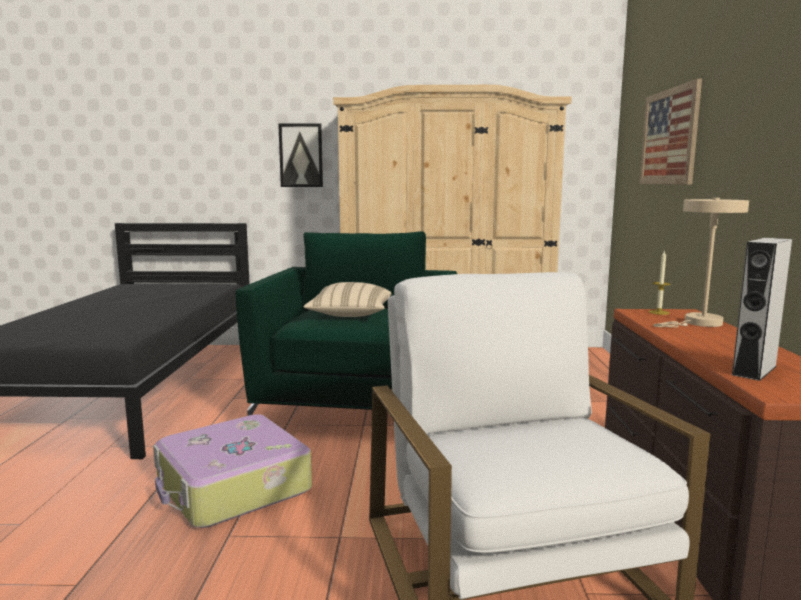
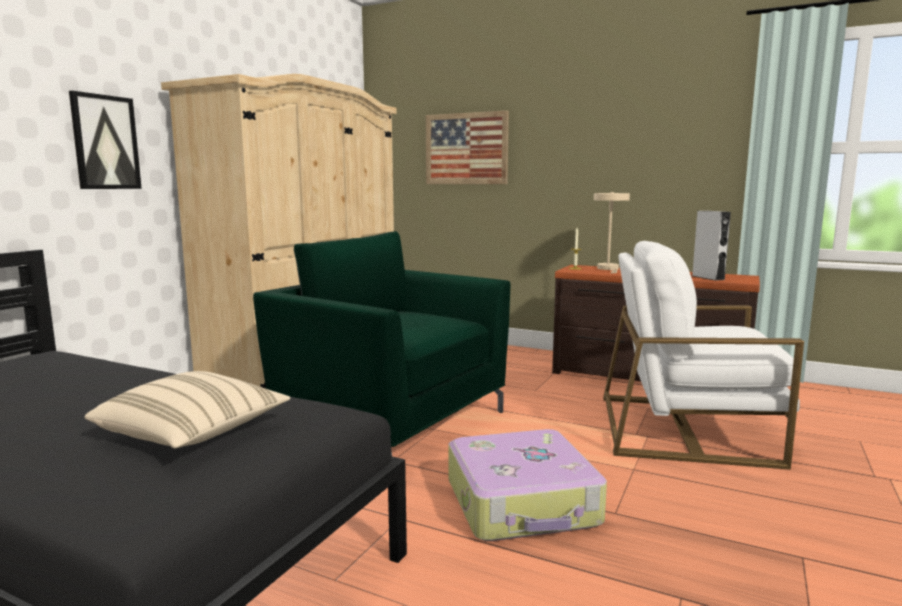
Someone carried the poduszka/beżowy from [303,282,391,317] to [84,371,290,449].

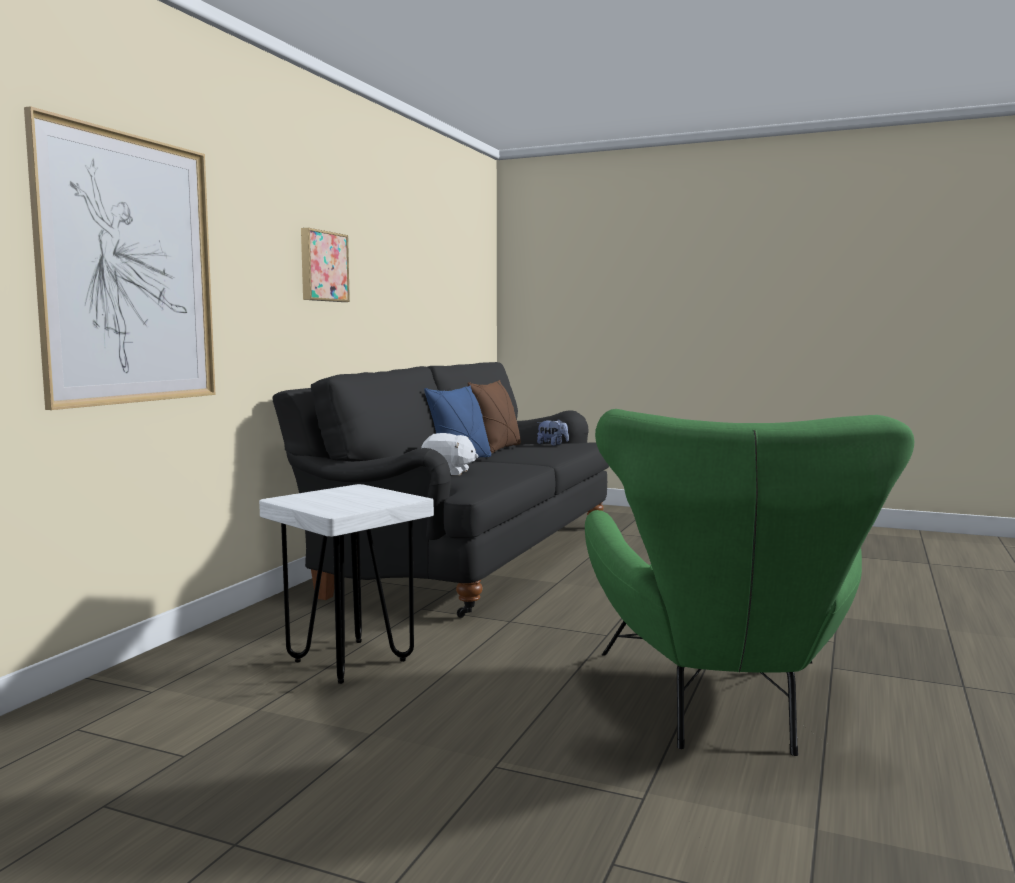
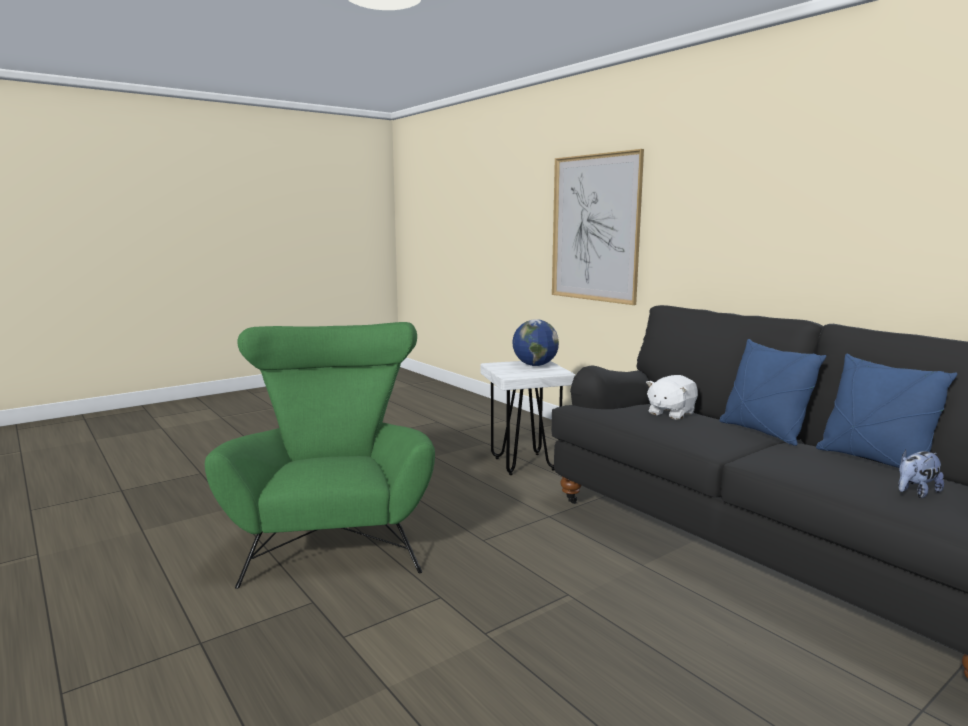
Someone took away the obraz at [301,228,350,302]. Someone repainted the poduszka/brązowy at [468,380,521,454], which became the poduszka/niebieski at [816,354,957,468]. Someone rotated the fotel/zielony at [585,409,914,756] by 45 degrees clockwise. Someone put down the globus at [512,319,559,366].

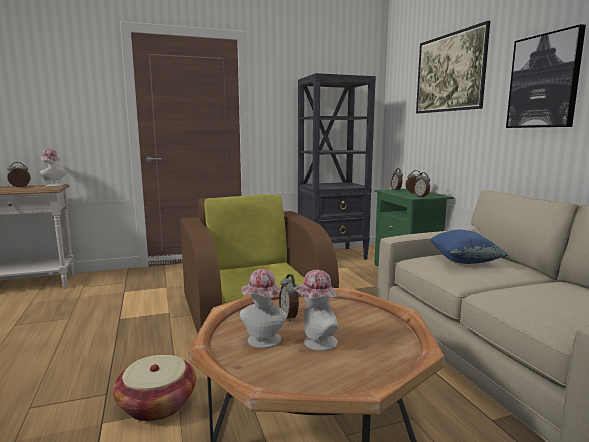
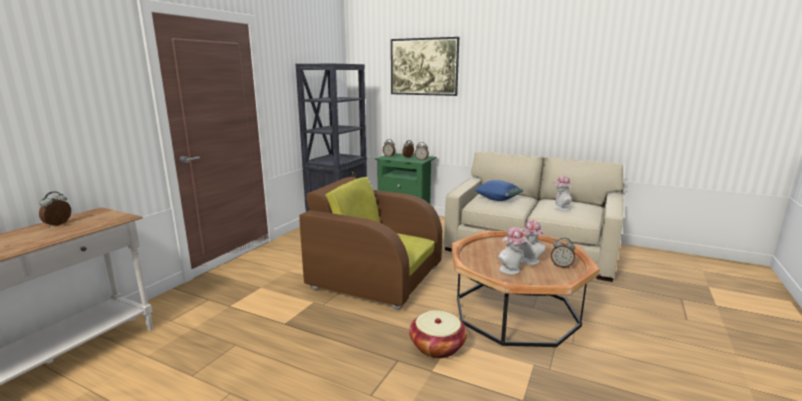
Someone carried the kapelusz from [39,148,66,187] to [553,175,572,211]. Someone carried the budzik from [279,274,299,322] to [551,238,575,268]. Someone took away the obraz at [506,24,586,128].

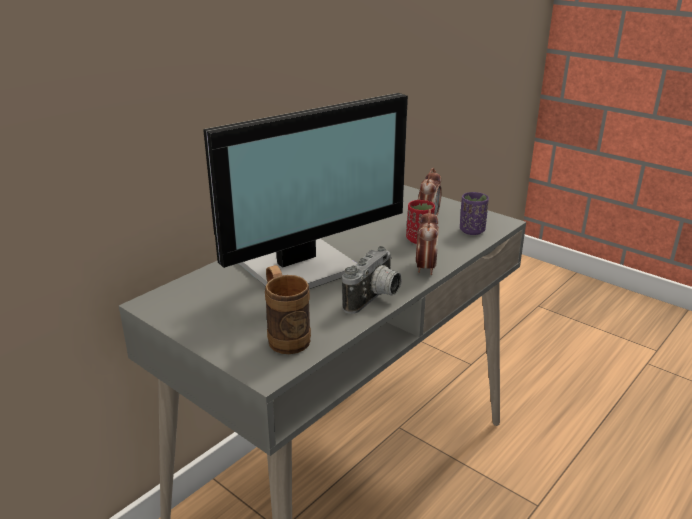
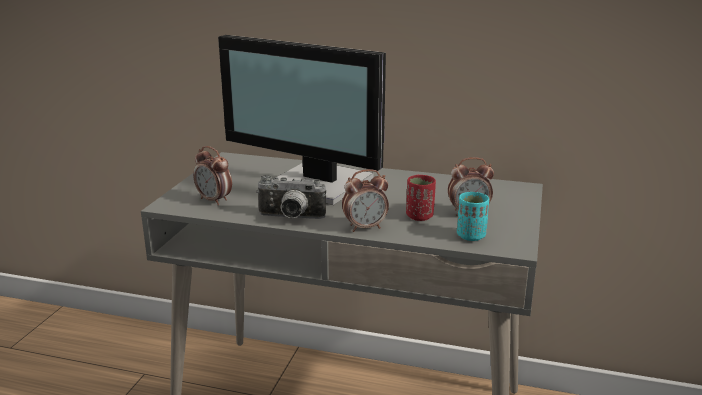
Someone swapped the kubek/brązowy at [265,265,311,354] for the budzik at [193,146,232,206]. Someone repainted the filiżanka/fioletowy at [460,192,489,235], which became the filiżanka/turkusowy at [457,192,489,241].

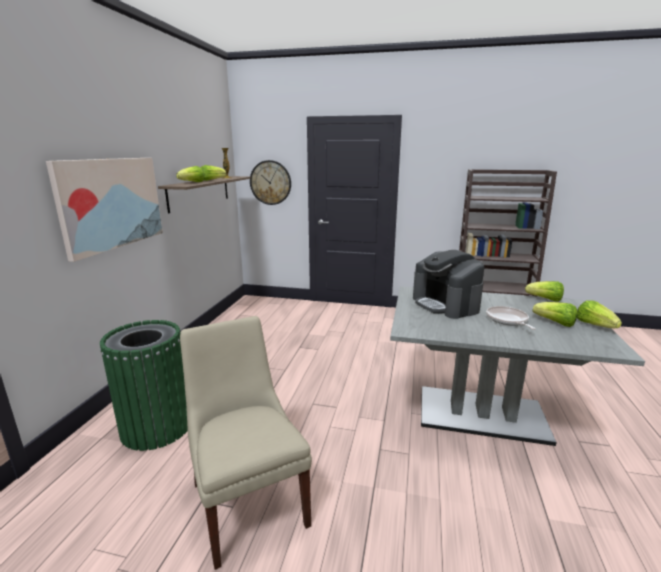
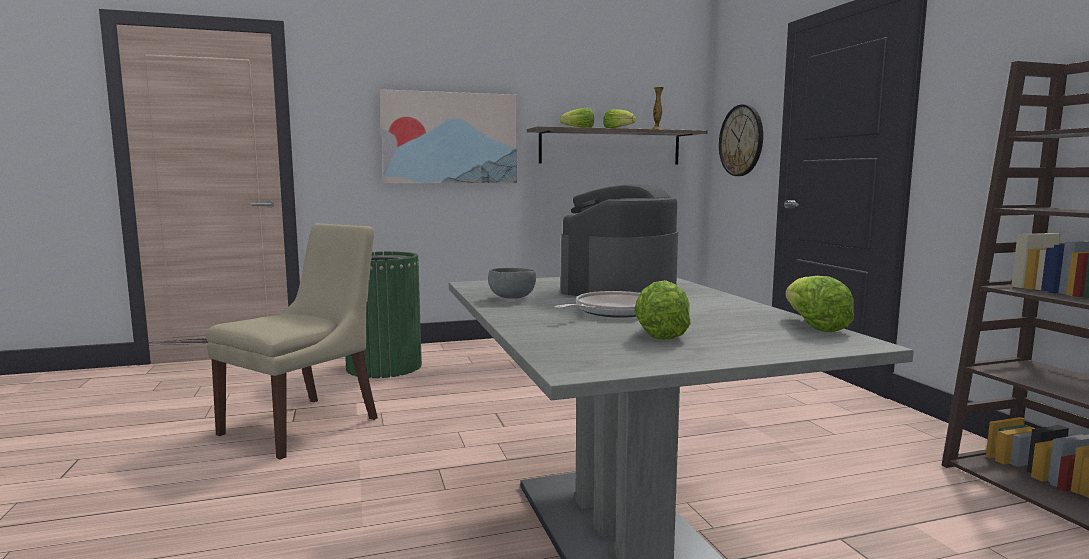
Someone took away the sałata at [577,300,622,328]. Someone put down the miska/szary at [488,268,536,299].

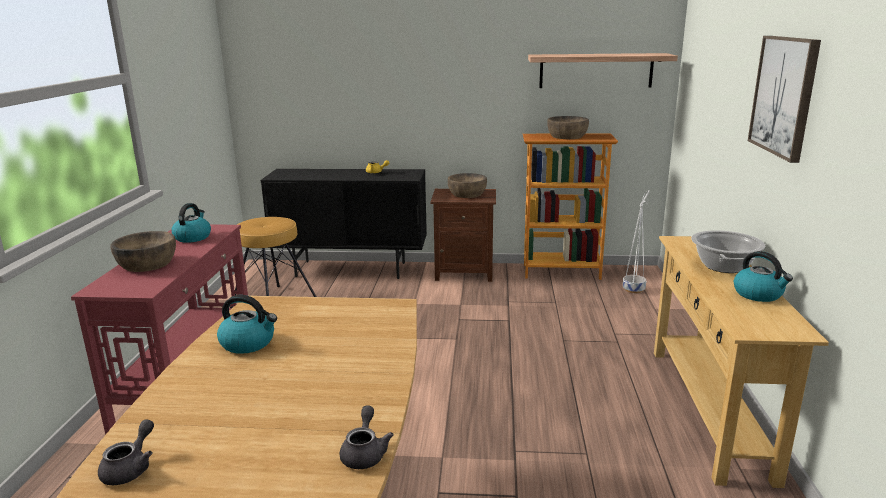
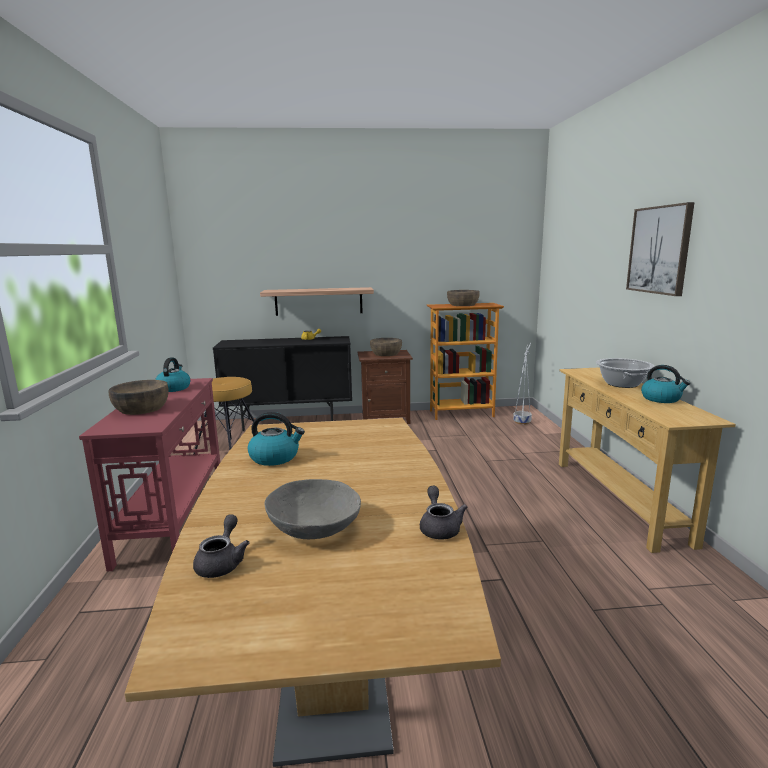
Someone carried the półka from [528,53,678,88] to [260,287,374,316]. Someone put down the miska/szary at [264,479,361,539].

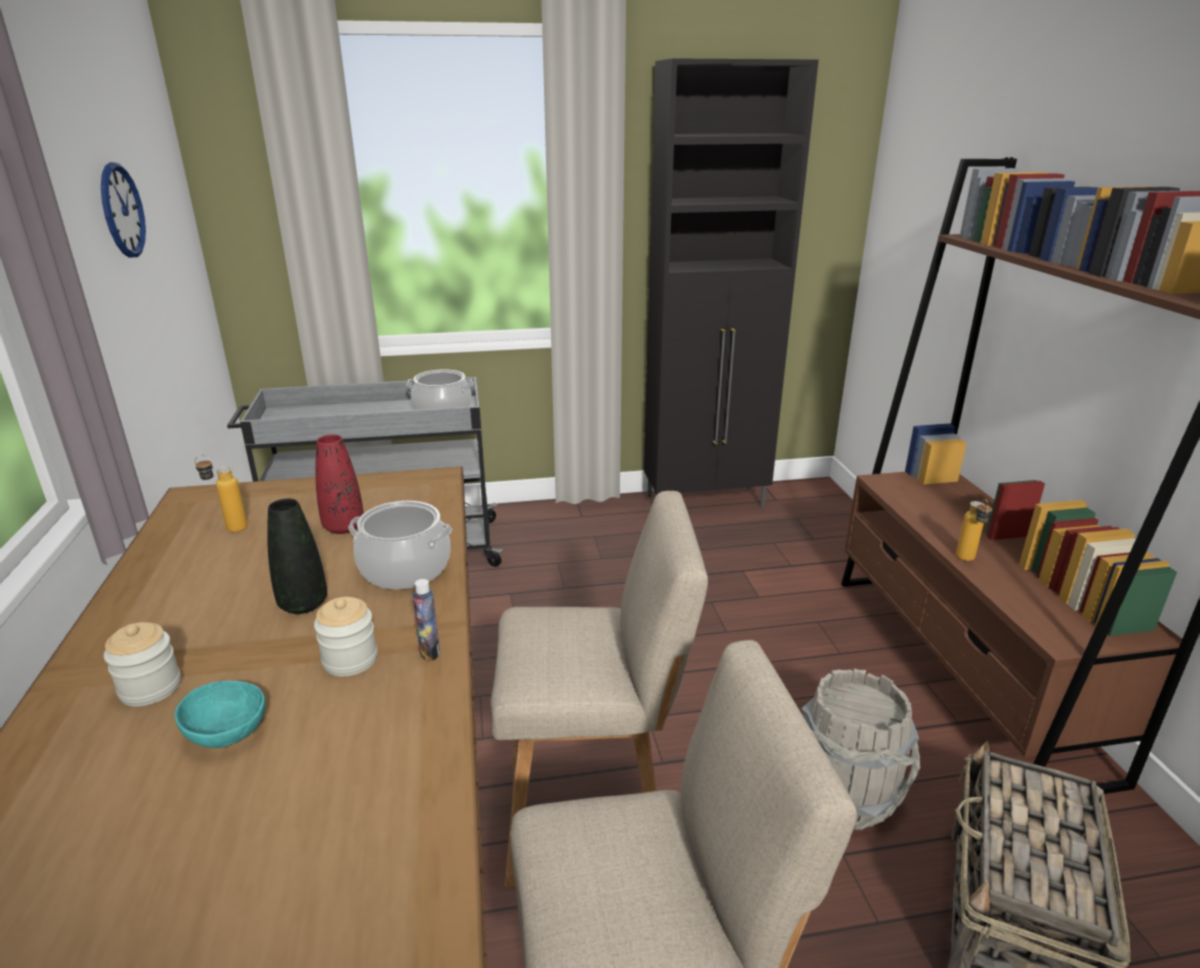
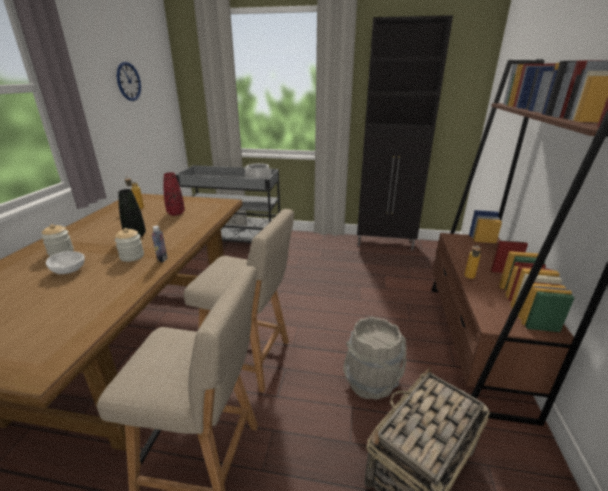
Someone repainted the miska/turkusowy at [175,681,265,748], which became the miska/biały at [46,251,85,274]. Someone took away the garnek at [348,501,452,589].

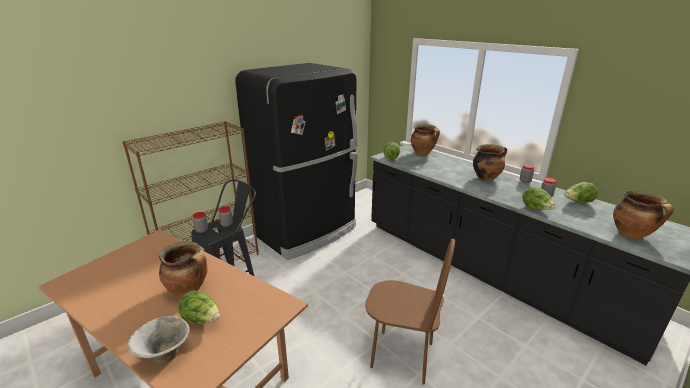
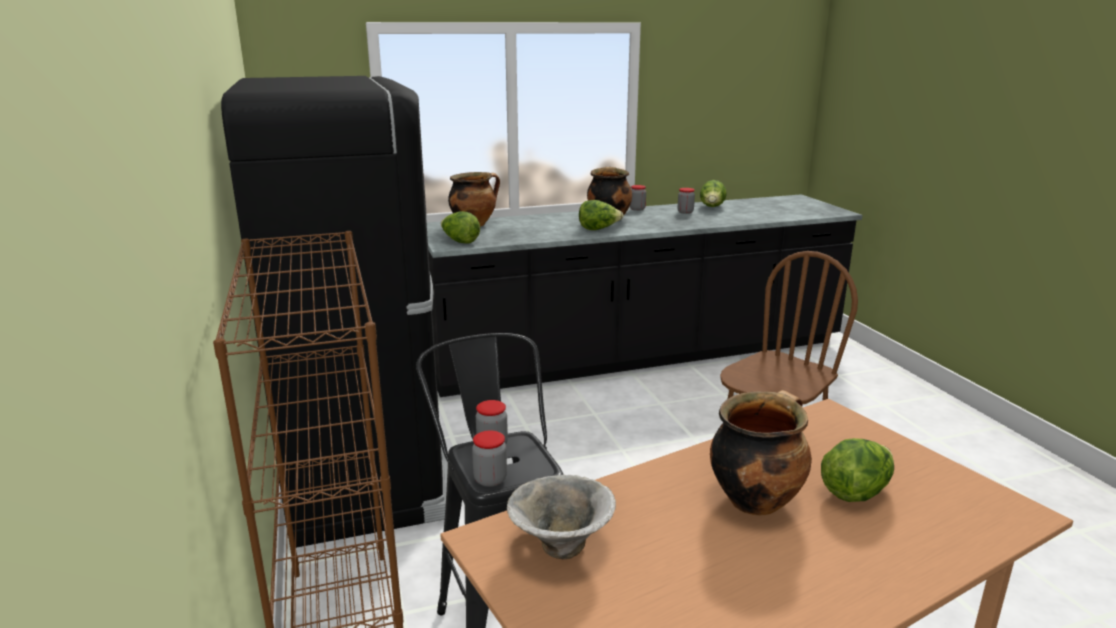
Someone carried the miska from [127,316,190,364] to [507,475,616,559]. Someone carried the sałata from [522,186,555,210] to [579,200,623,230]. Someone took away the garnek at [613,190,674,239].

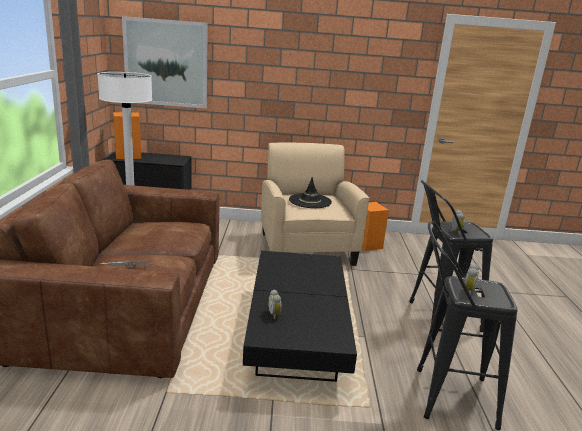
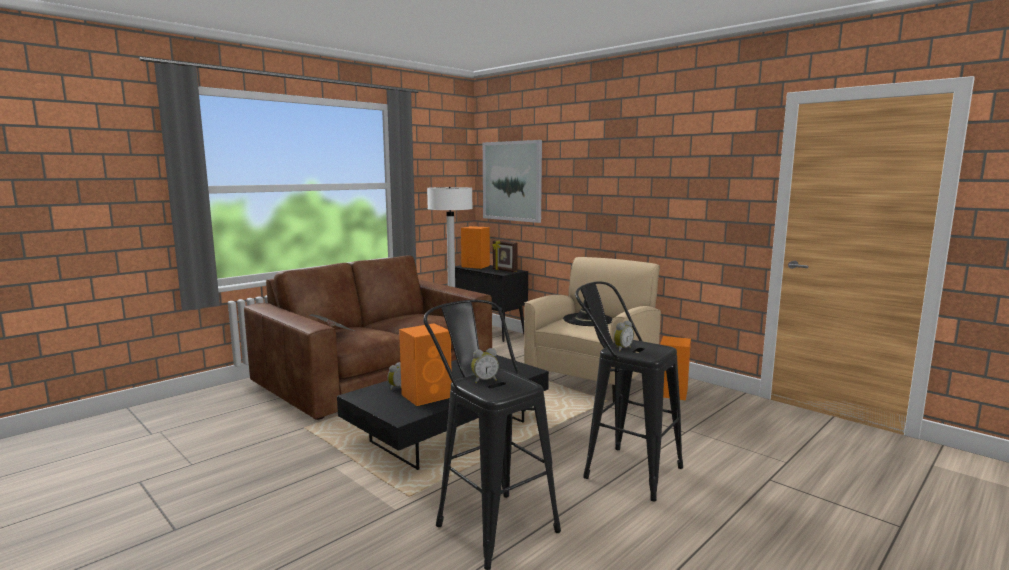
Someone put down the głośnik/pomarańczowy at [399,323,452,406]. Someone put down the ramka na zdjęcie at [492,240,518,272].

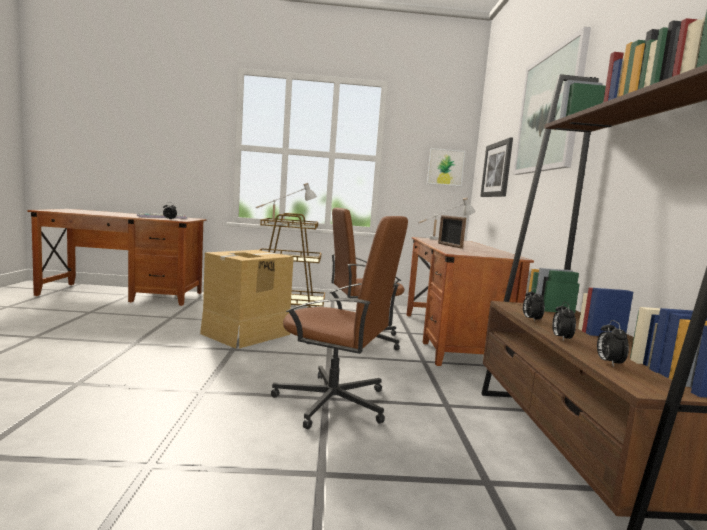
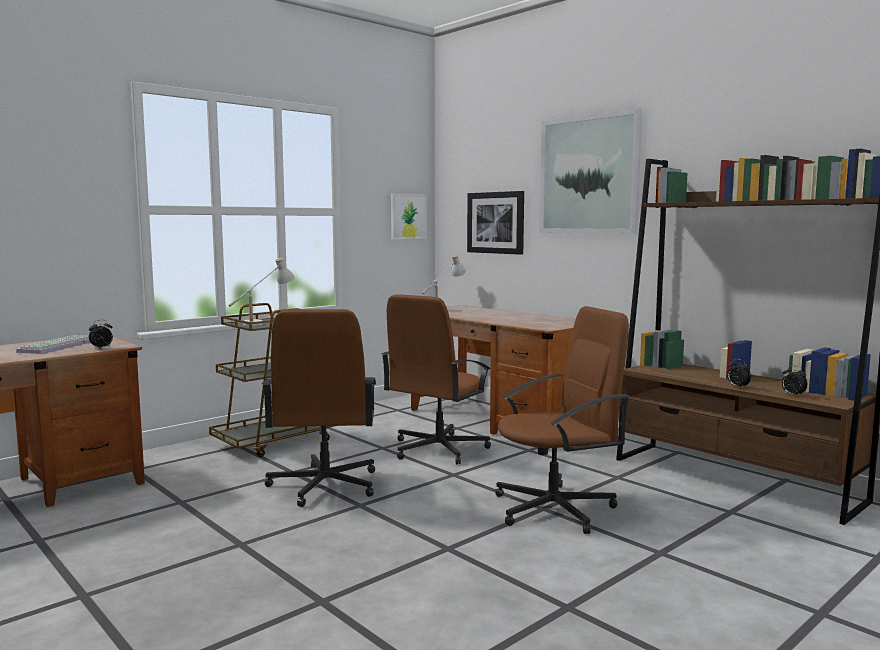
Someone swapped the karton at [200,250,293,349] for the krzesło biurowe/brązowy at [262,309,376,507]. Someone took away the ramka na zdjęcie at [438,215,466,249]. Someone took away the budzik at [523,288,545,322].

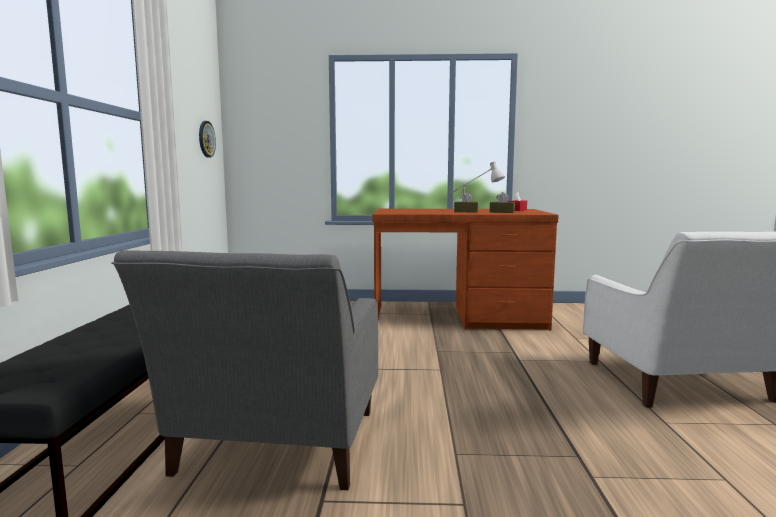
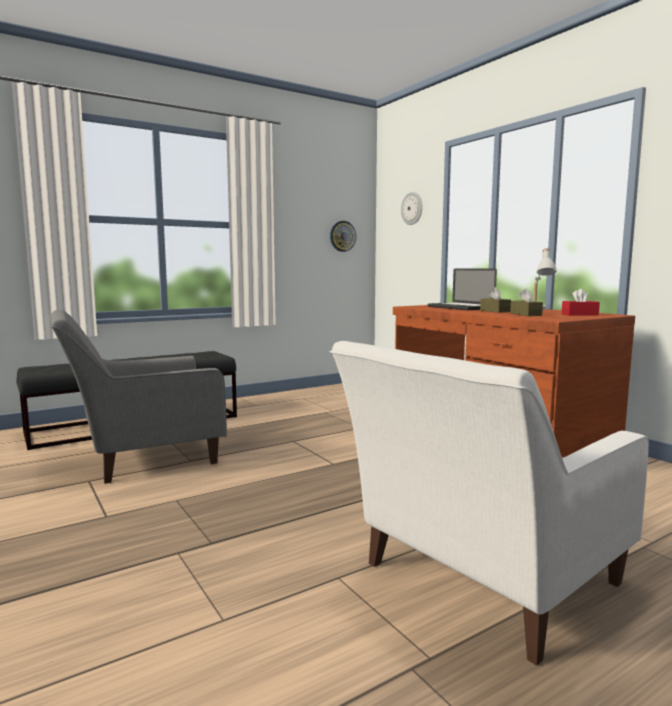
Someone put up the zegar ścienny at [401,192,422,225]. Someone put down the laptop at [428,268,497,310].

